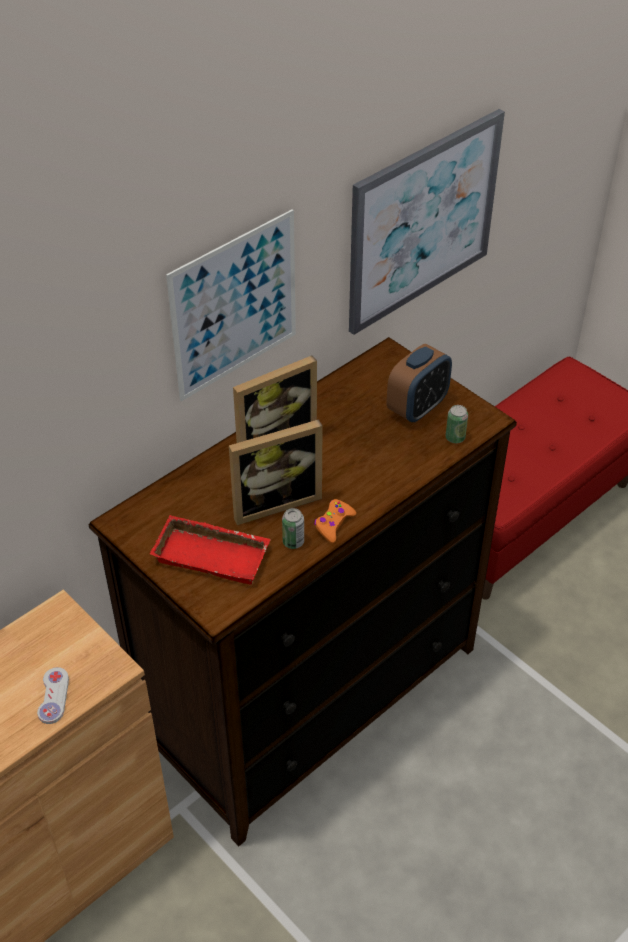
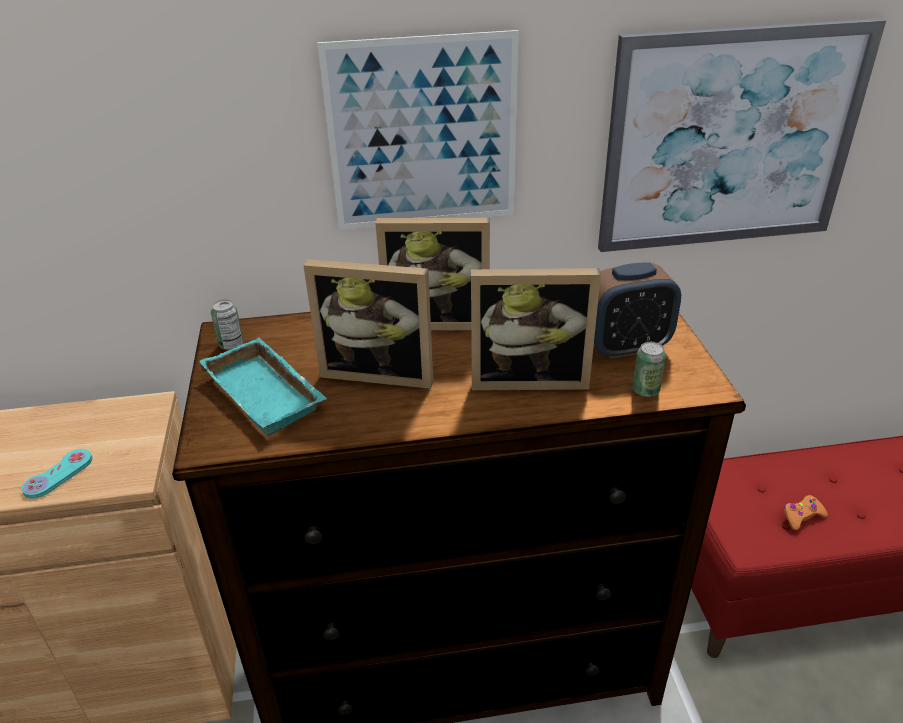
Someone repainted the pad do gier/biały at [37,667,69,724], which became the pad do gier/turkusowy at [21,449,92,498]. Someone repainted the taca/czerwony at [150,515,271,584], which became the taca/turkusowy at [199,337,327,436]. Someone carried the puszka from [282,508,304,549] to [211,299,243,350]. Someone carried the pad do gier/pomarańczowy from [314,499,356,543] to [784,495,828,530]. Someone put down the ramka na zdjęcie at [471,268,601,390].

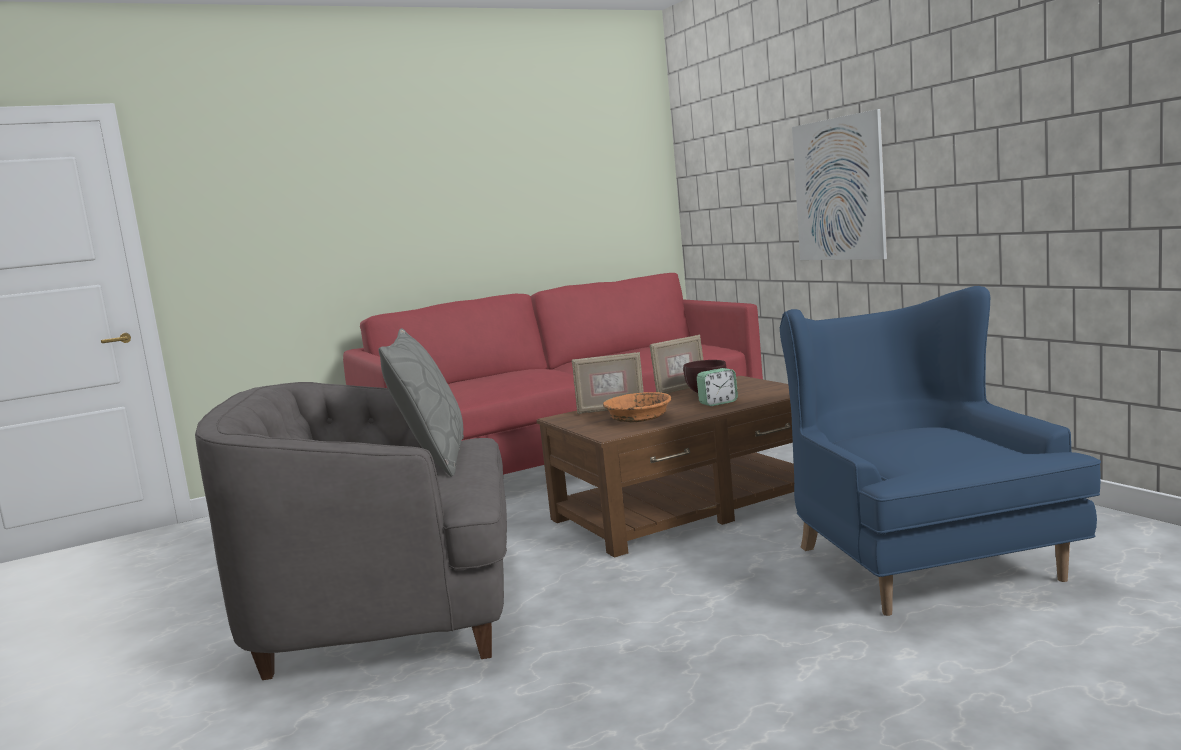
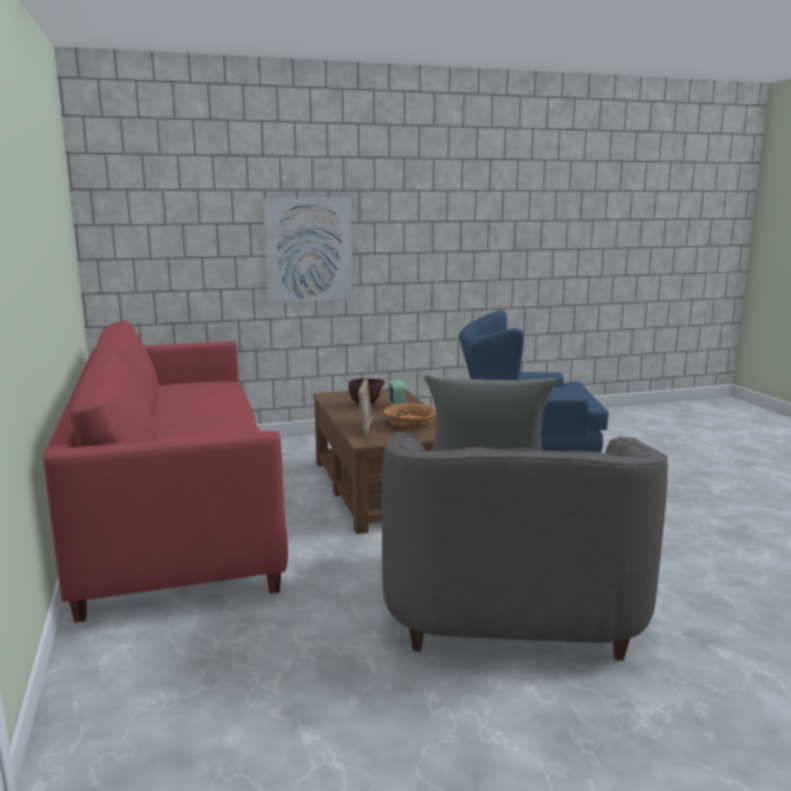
Someone took away the ramka na zdjęcie at [650,334,703,394].

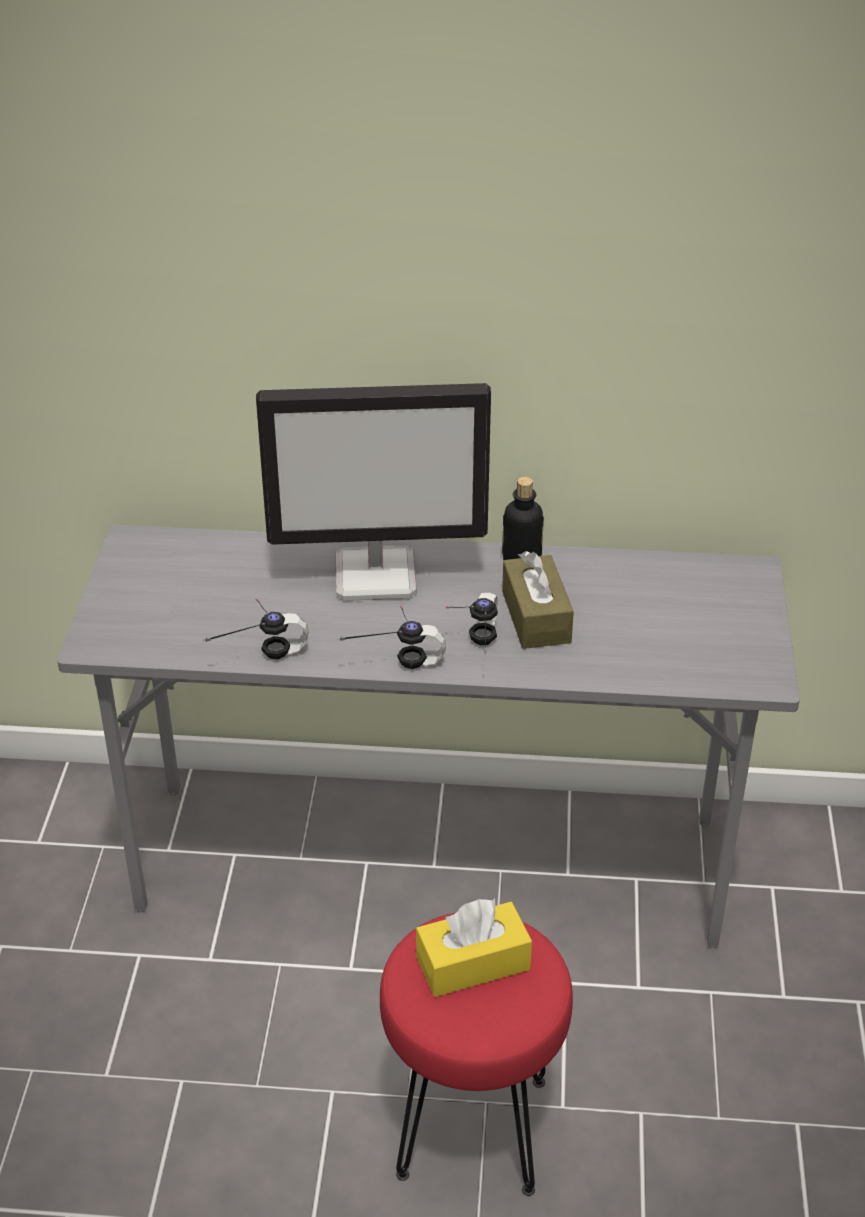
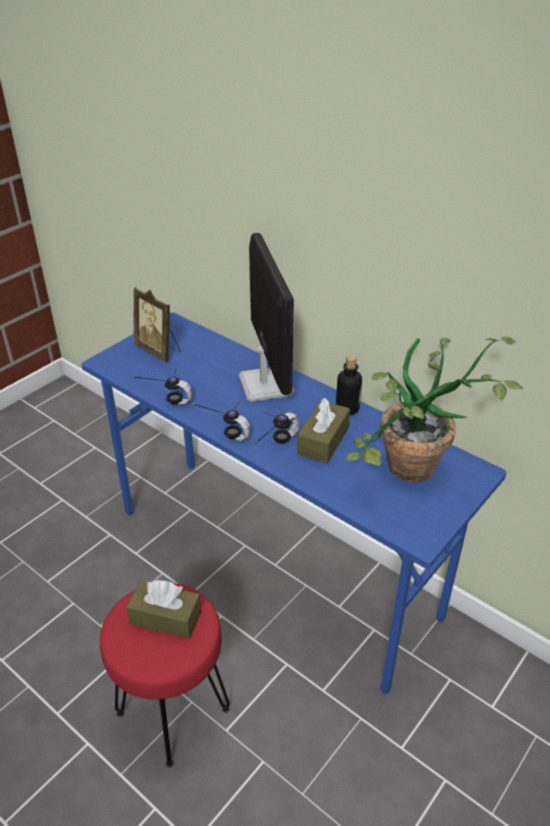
Someone repainted the biurko/szary at [57,525,800,948], which became the biurko/niebieski at [82,313,507,695]. Someone rotated the monitor at [256,383,491,601] by 135 degrees counterclockwise. Someone repainted the pudełko chusteczek/żółty at [416,899,532,997], which became the pudełko chusteczek/brązowy at [126,580,201,639]. Someone put down the ramka na zdjęcie at [134,287,180,362]. Someone put down the roślina doniczkowa at [347,337,523,483].

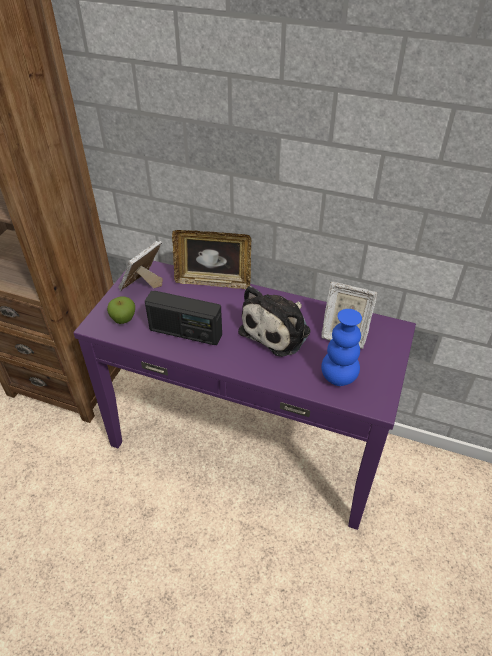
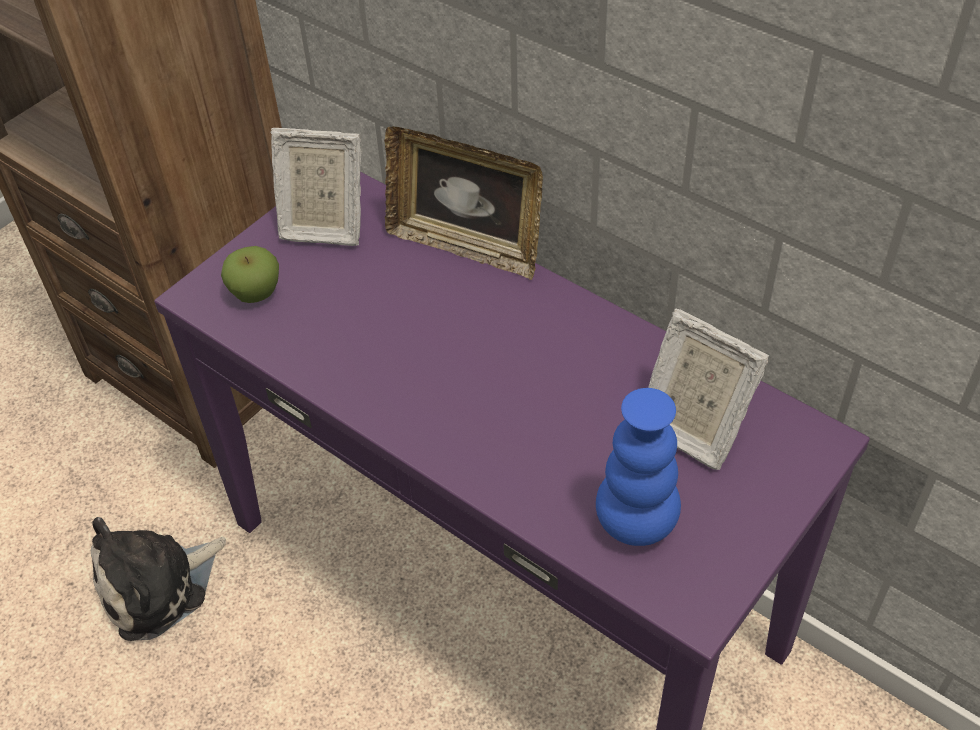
Someone rotated the ramka na zdjęcie at [119,241,163,291] by 135 degrees counterclockwise. Someone took away the radio at [145,291,222,345]. Someone carried the pluszak from [238,286,311,357] to [91,517,226,641].

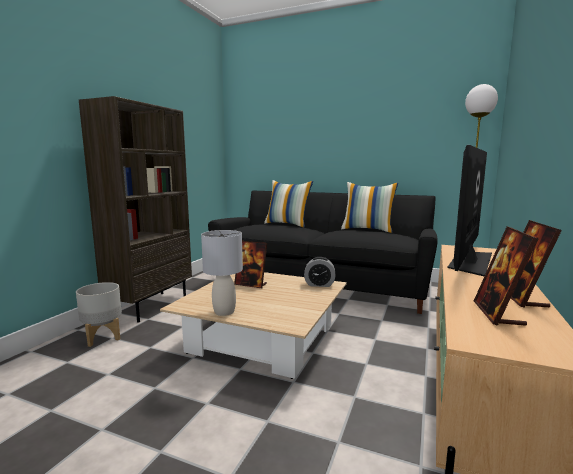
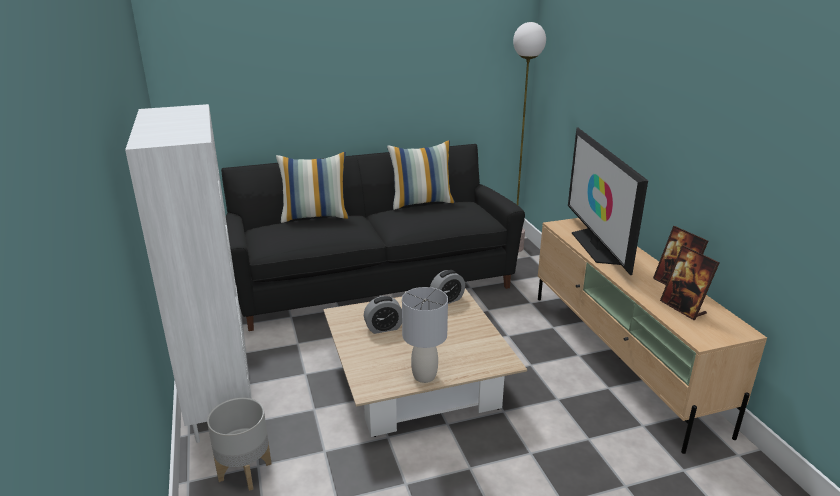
Someone repainted the regał/brązowy at [79,96,192,323], which became the regał/biały at [125,104,251,443]. Someone swapped the ramka na zdjęcie at [234,241,267,288] for the budzik at [364,296,402,334].

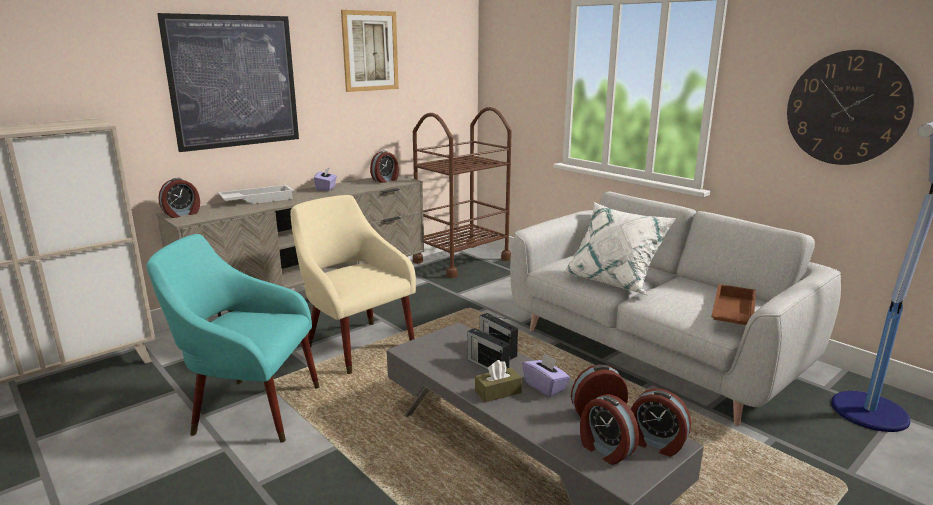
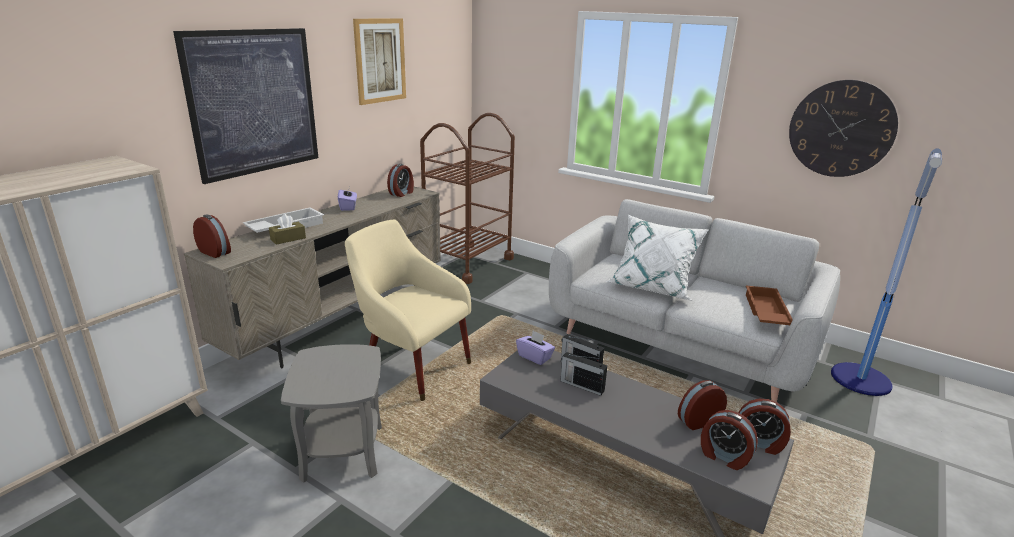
Someone swapped the fotel/turkusowy at [146,234,320,443] for the stolik/szary at [281,344,382,483]. Someone rotated the budzik at [158,178,200,218] by 90 degrees counterclockwise. Someone carried the pudełko chusteczek/brązowy from [475,360,522,402] to [269,214,306,245]. Someone carried the pudełko chusteczek/fioletowy from [522,353,570,397] to [516,330,555,365].

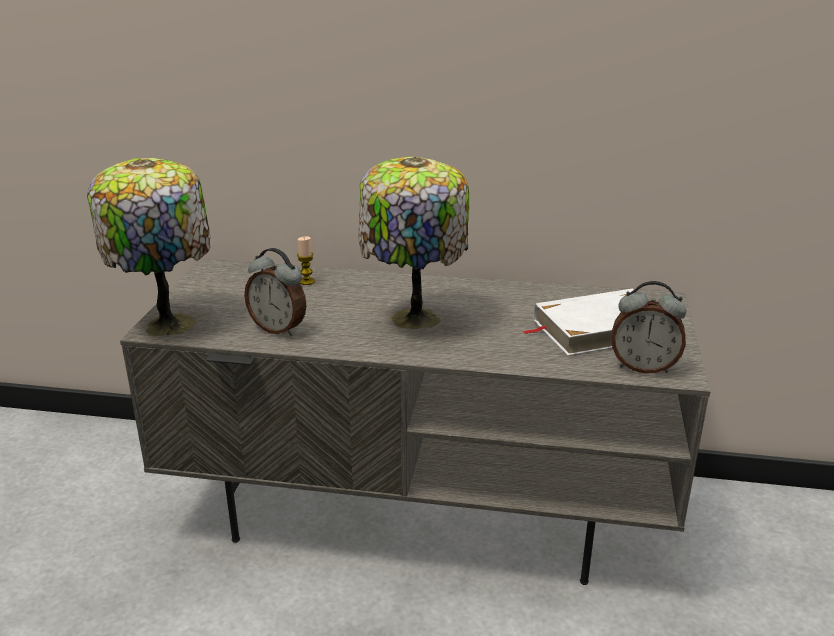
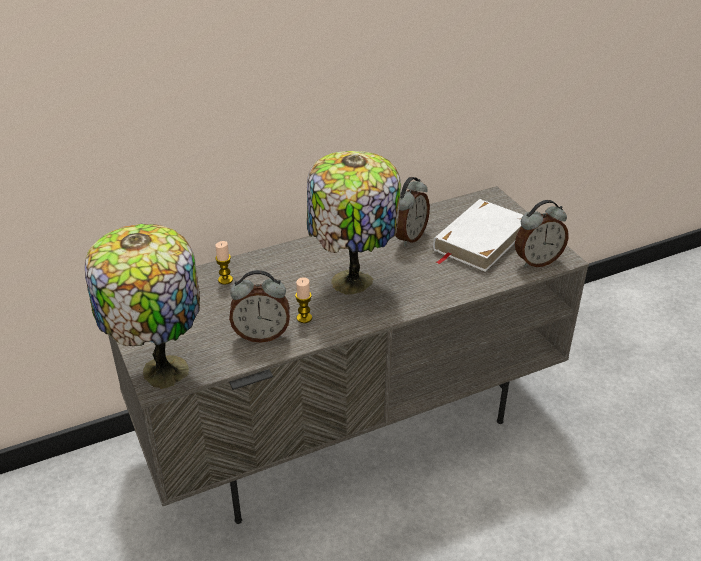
Someone put down the świeca at [295,277,312,323]. Someone put down the budzik at [395,177,430,246].

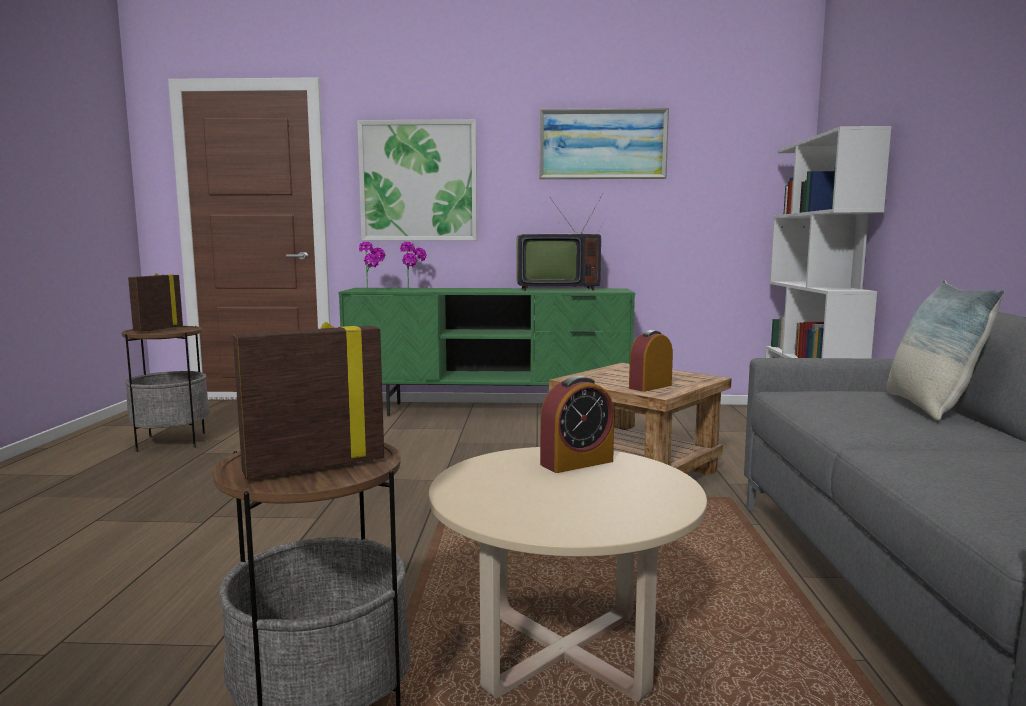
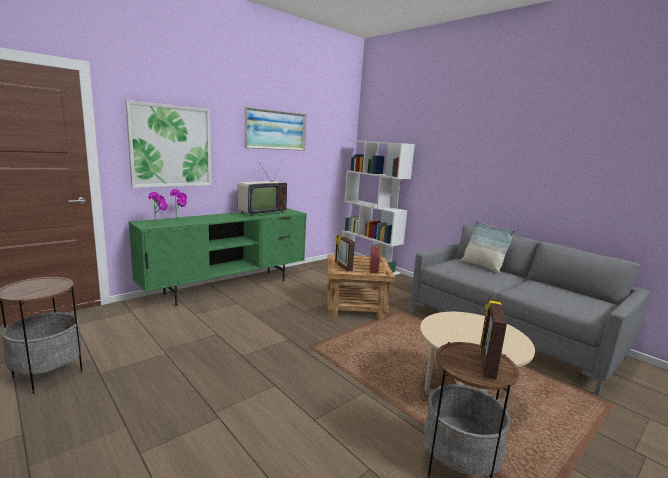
Someone carried the ramka na zdjęcie from [128,273,183,332] to [335,235,355,271]. Someone took away the budzik at [540,376,614,473].

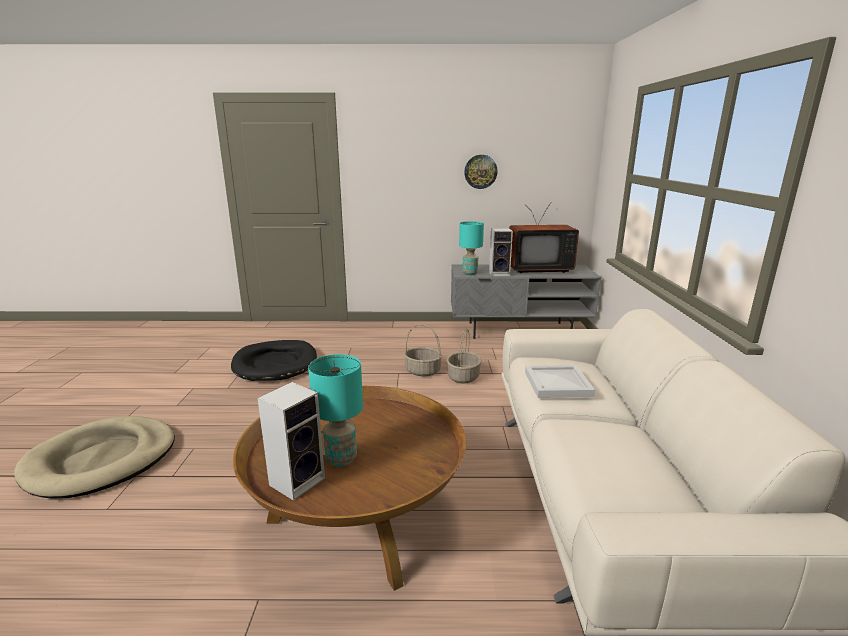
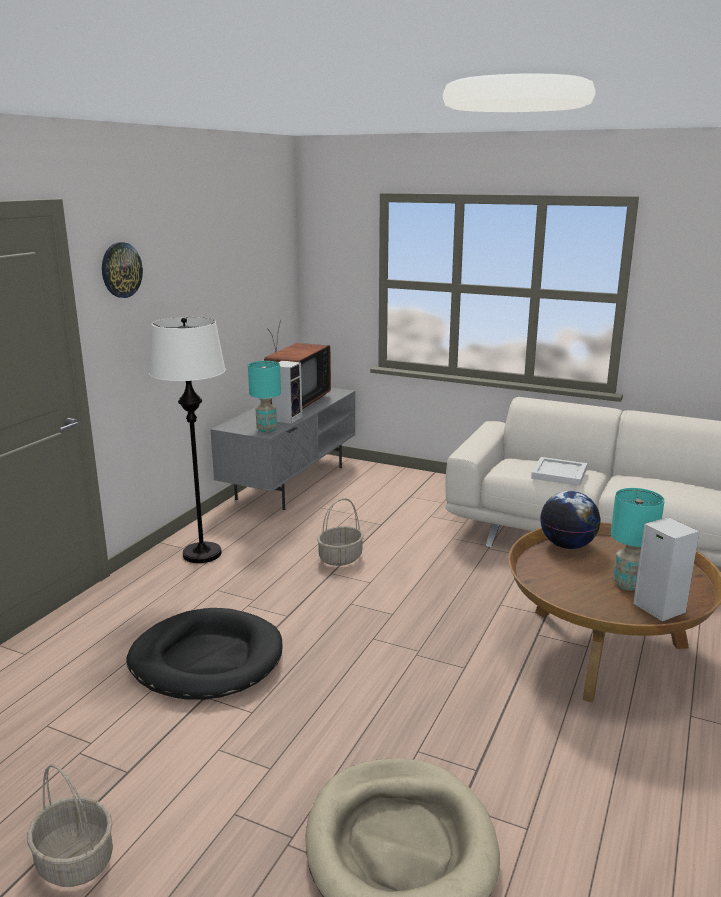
Someone carried the koszyk from [447,329,482,384] to [27,764,113,887]. Someone carried the zegar ścienny from [464,155,498,189] to [102,242,143,298]. Someone put down the lampa stojąca/biały at [149,317,226,563]. Someone put down the globus at [540,491,601,549].

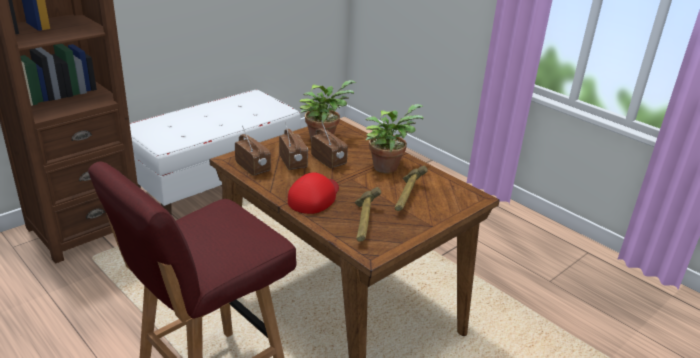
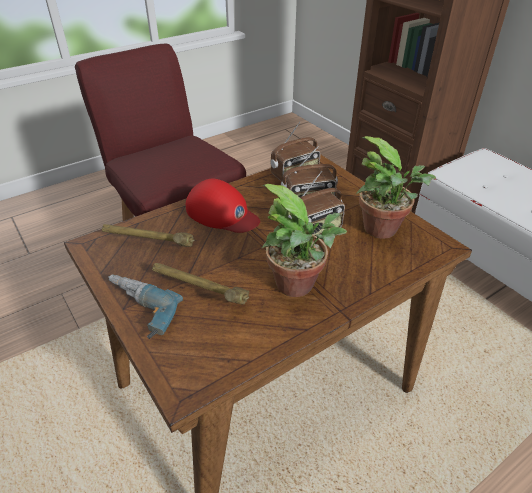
Someone put down the wiertarka at [108,274,183,339].

